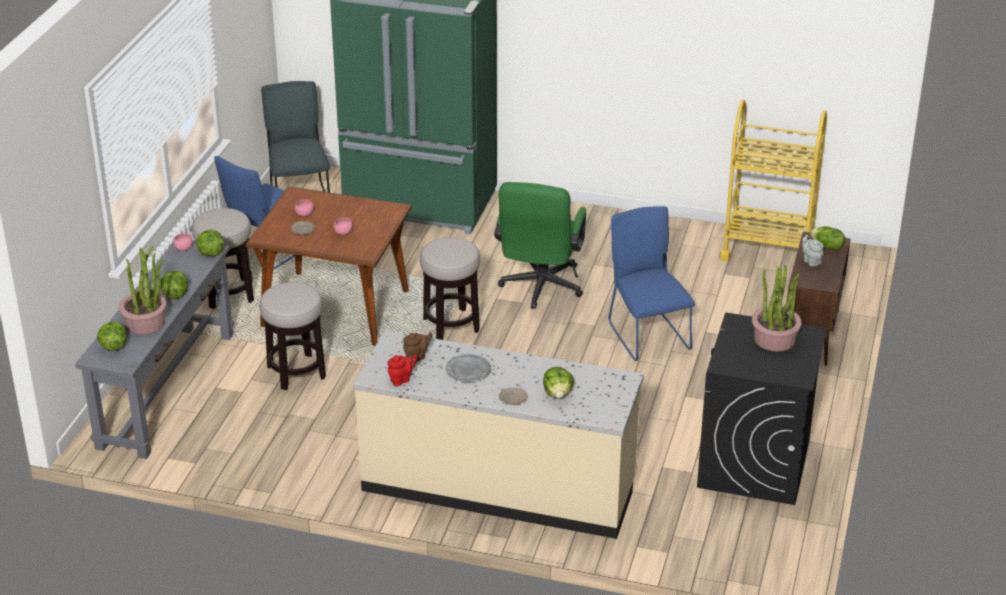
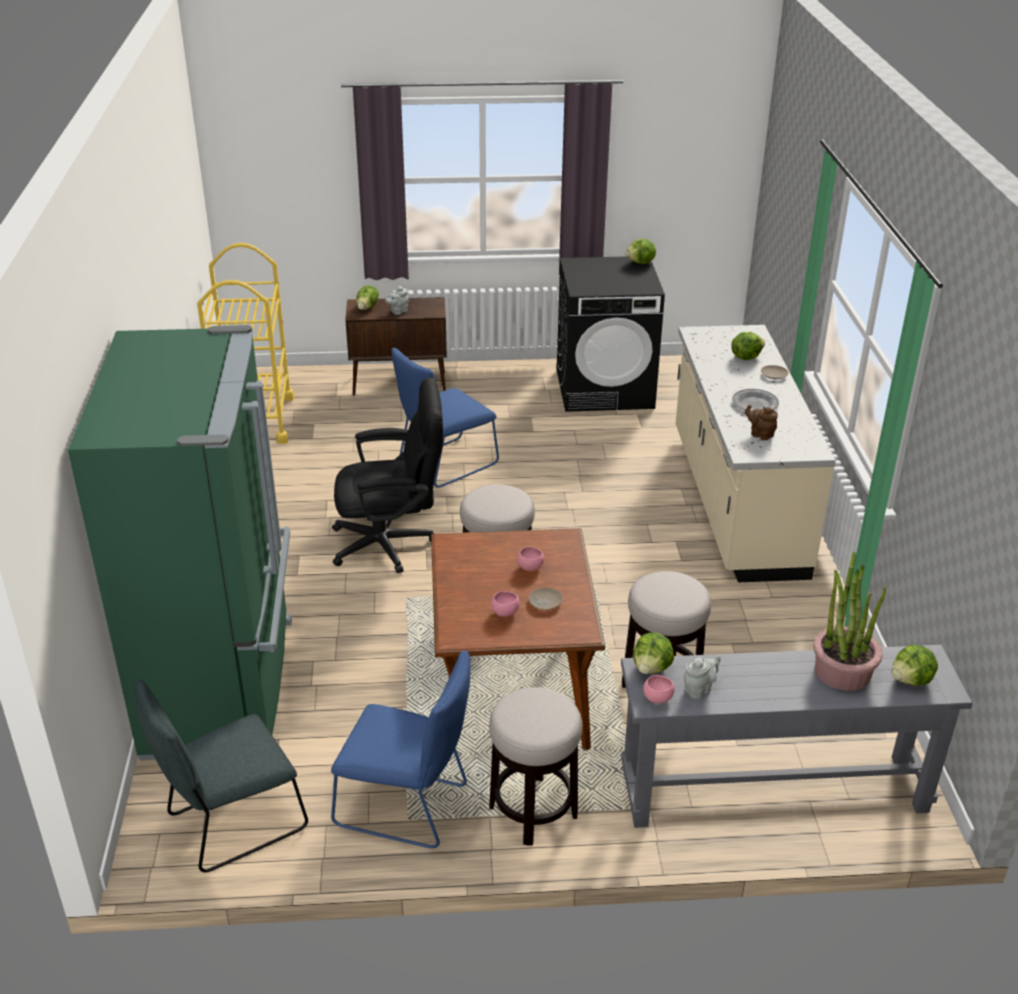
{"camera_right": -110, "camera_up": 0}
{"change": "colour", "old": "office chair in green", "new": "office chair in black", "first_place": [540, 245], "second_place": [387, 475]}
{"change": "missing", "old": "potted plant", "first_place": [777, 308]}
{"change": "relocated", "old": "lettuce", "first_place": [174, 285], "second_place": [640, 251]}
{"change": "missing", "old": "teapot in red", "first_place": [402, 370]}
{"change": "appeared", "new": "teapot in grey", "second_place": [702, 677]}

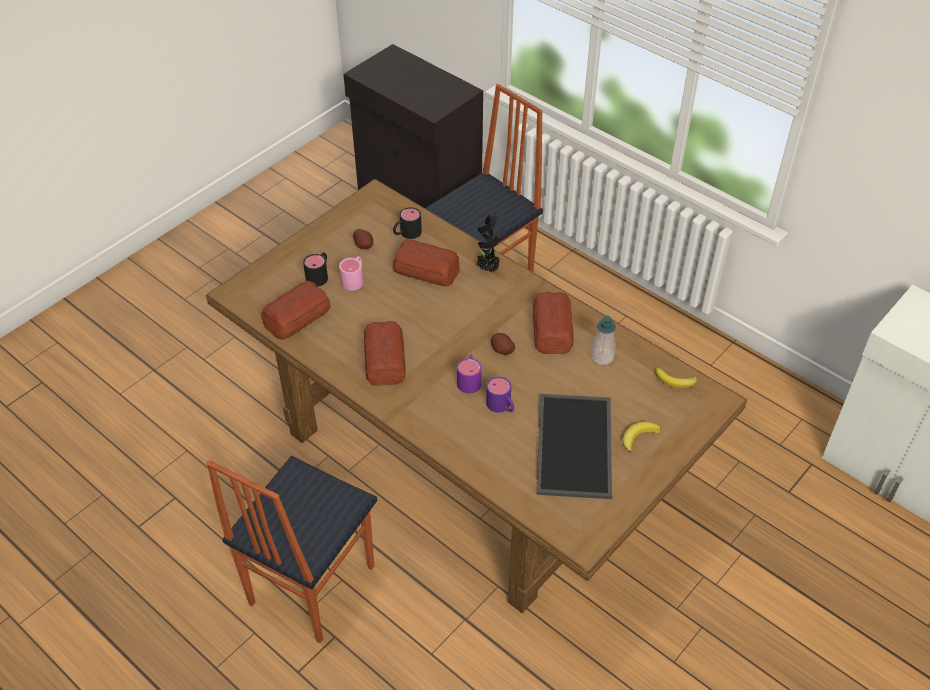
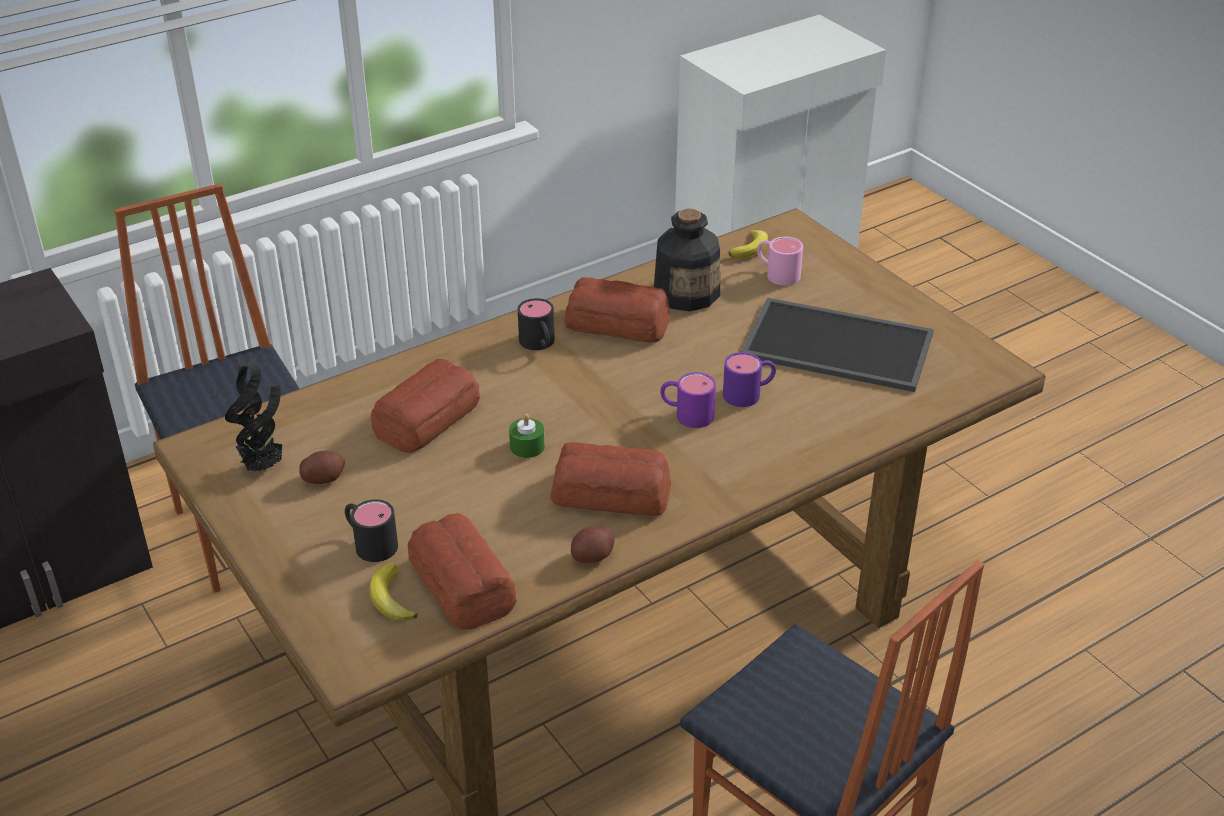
{"camera_right": -75, "camera_up": -10}
{"change": "relocated", "old": "mug in black", "first_place": [407, 223], "second_place": [536, 324]}
{"change": "relocated", "old": "potted plant", "first_place": [488, 242], "second_place": [253, 414]}
{"change": "relocated", "old": "mug in pink", "first_place": [351, 273], "second_place": [780, 261]}
{"change": "exchanged", "old": "soap dispenser", "new": "bottle", "first_place": [603, 340], "second_place": [687, 259]}
{"change": "relocated", "old": "potato", "first_place": [503, 344], "second_place": [593, 544]}
{"change": "relocated", "old": "banana", "first_place": [642, 437], "second_place": [394, 592]}
{"change": "appeared", "new": "candle in green", "second_place": [527, 436]}

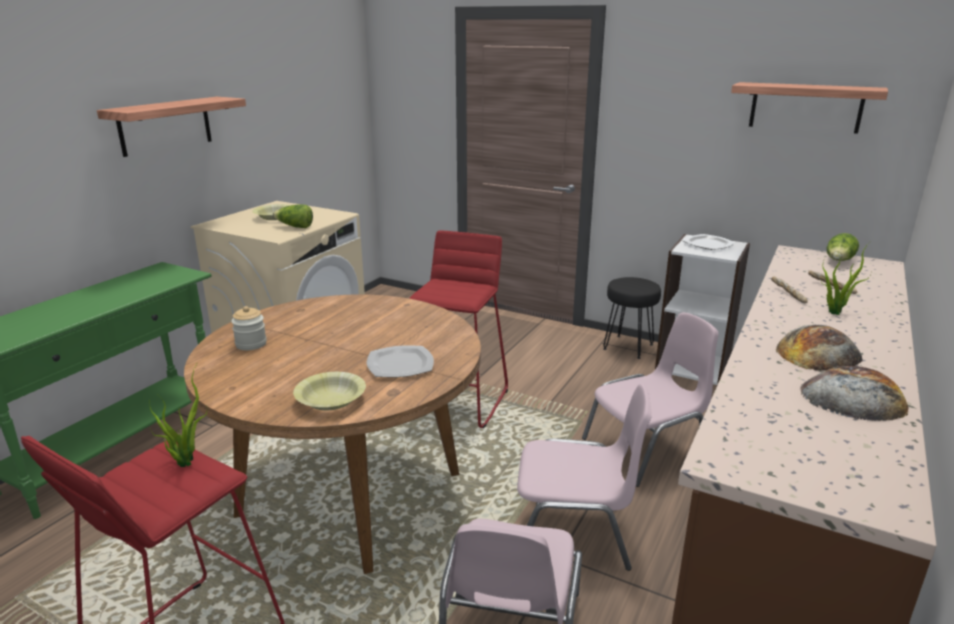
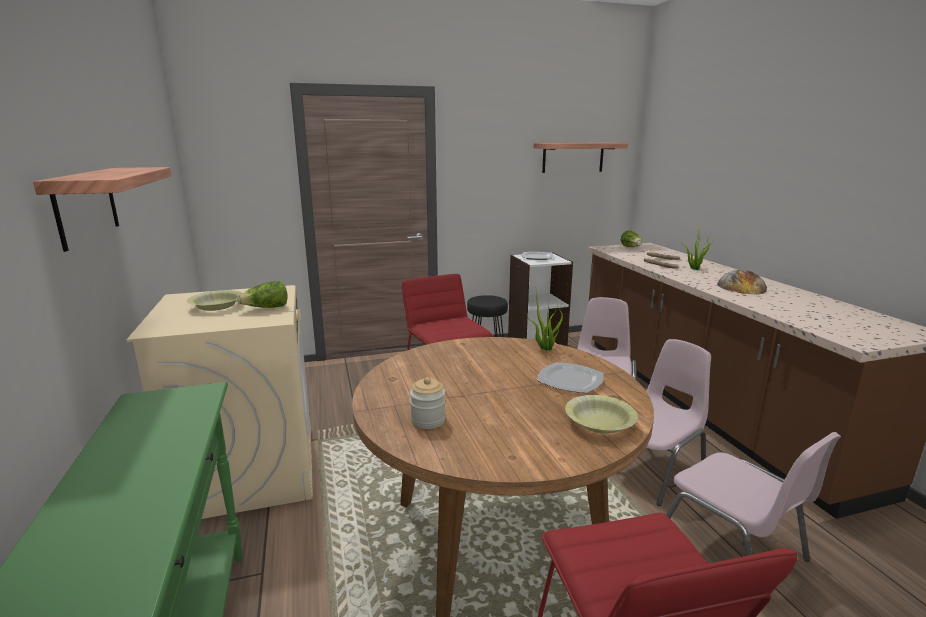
{"camera_right": -45, "camera_up": -5}
{"change": "relocated", "old": "potted plant", "first_place": [178, 415], "second_place": [545, 318]}
{"change": "missing", "old": "bread", "first_place": [854, 393]}

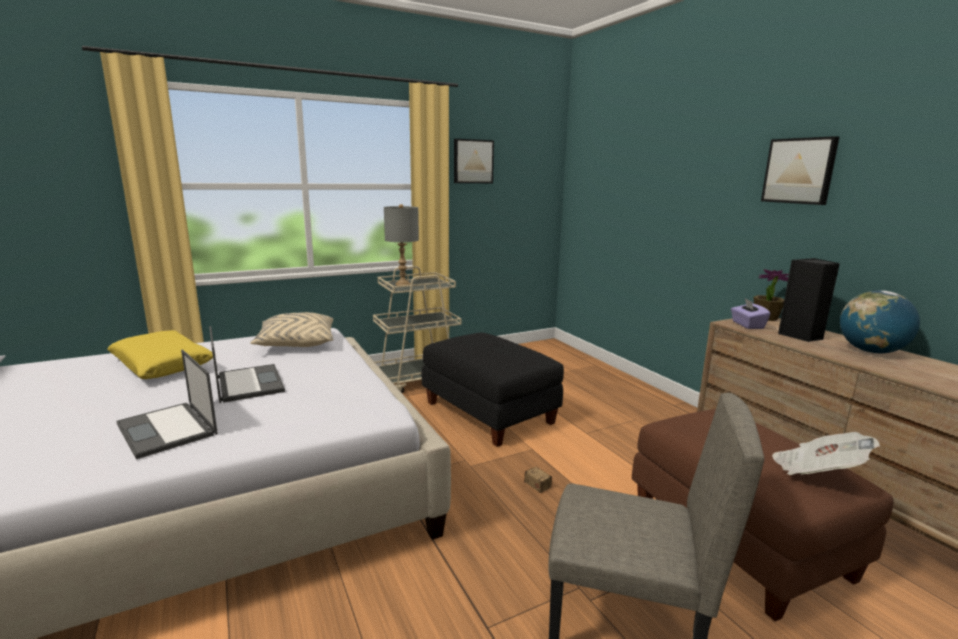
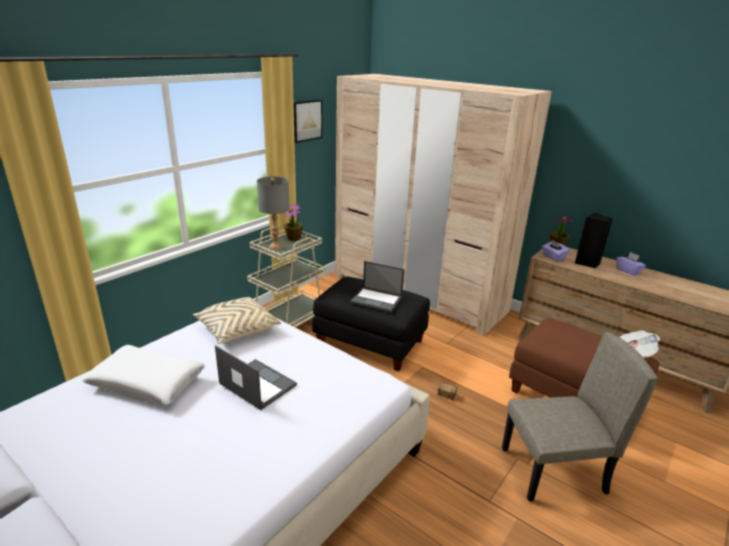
{"camera_right": -25, "camera_up": 10}
{"change": "missing", "old": "picture", "first_place": [800, 170]}
{"change": "exchanged", "old": "globe", "new": "tissue box in purple", "first_place": [880, 322], "second_place": [631, 264]}
{"change": "colour", "old": "pillow in yellow", "new": "pillow in white", "first_place": [160, 354], "second_place": [143, 375]}
{"change": "relocated", "old": "laptop", "first_place": [167, 404], "second_place": [377, 286]}
{"change": "appeared", "new": "wardrobe in beige", "second_place": [443, 204]}
{"change": "appeared", "new": "potted plant", "second_place": [293, 222]}

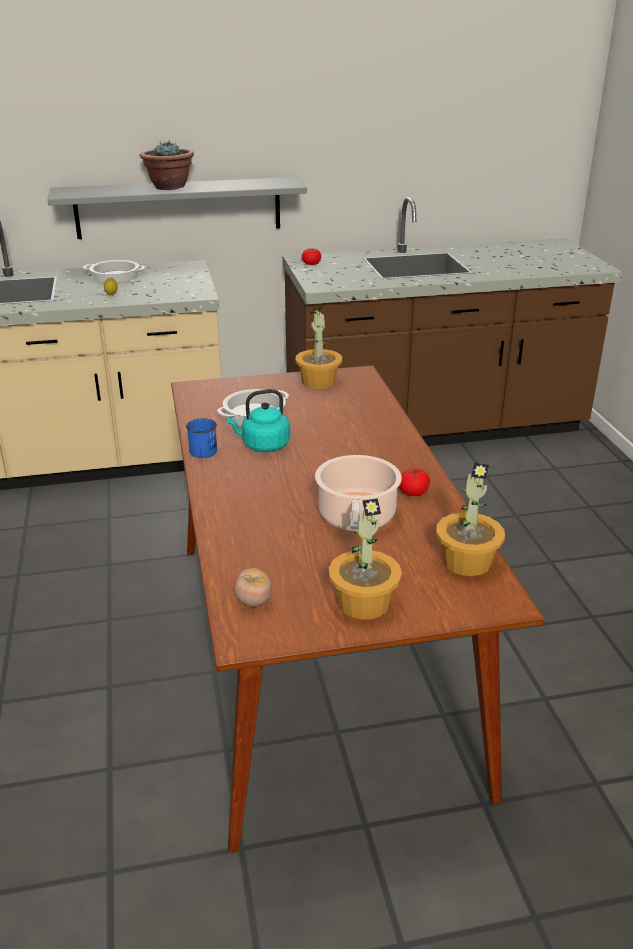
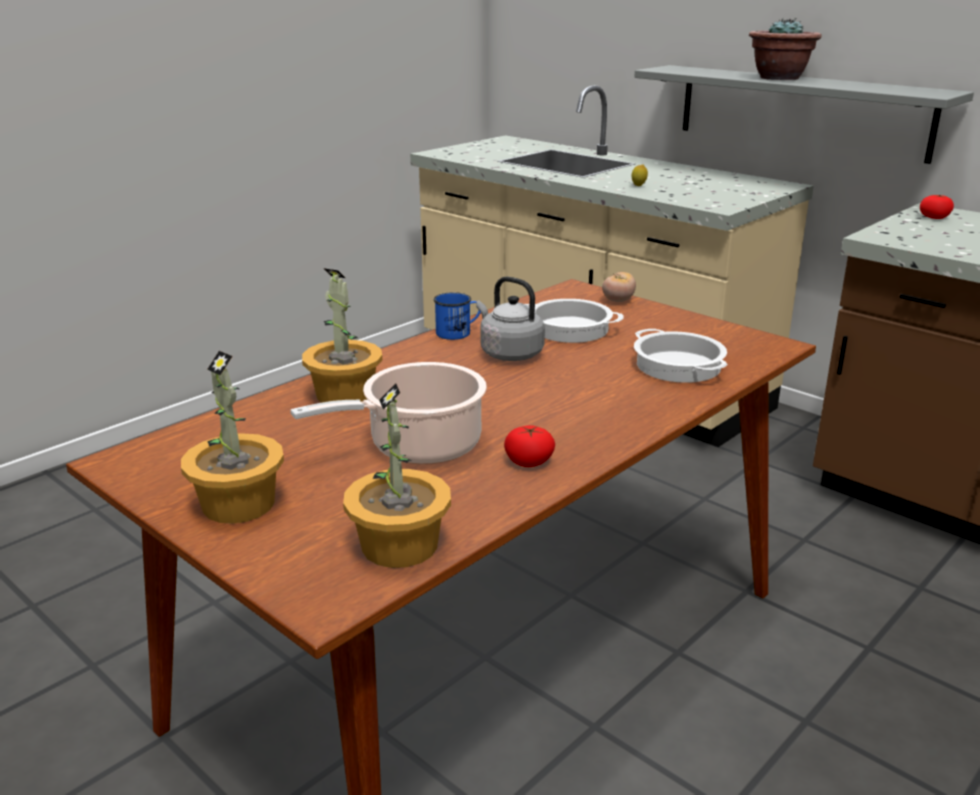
{"camera_right": 55, "camera_up": -5}
{"change": "relocated", "old": "cooking pot", "first_place": [114, 271], "second_place": [681, 356]}
{"change": "relocated", "old": "potted plant", "first_place": [318, 348], "second_place": [342, 335]}
{"change": "colour", "old": "kettle in turquoise", "new": "kettle in grey", "first_place": [258, 420], "second_place": [510, 318]}
{"change": "relocated", "old": "tomato", "first_place": [253, 587], "second_place": [619, 287]}

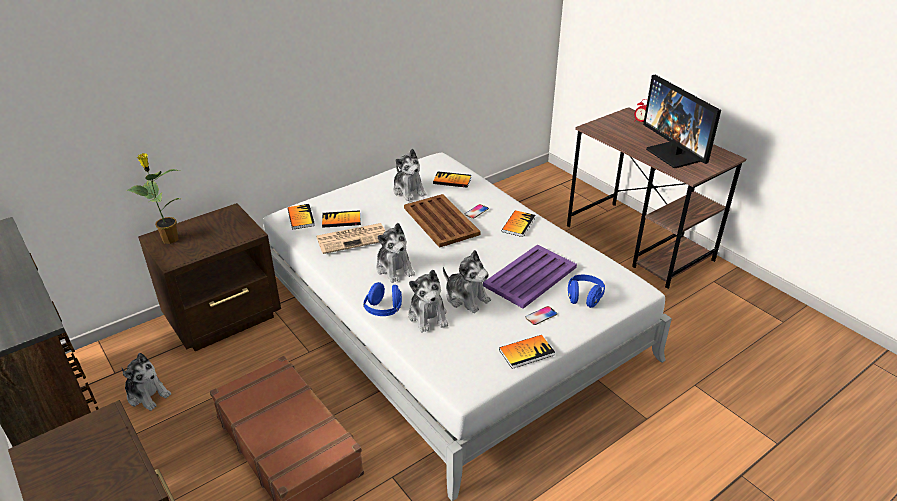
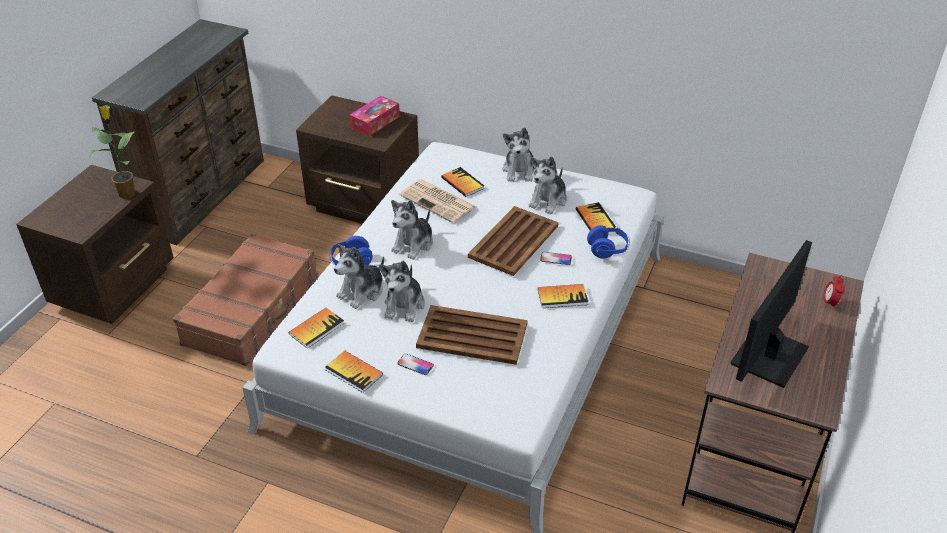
{"camera_right": 60, "camera_up": 5}
{"change": "relocated", "old": "potted plant", "first_place": [153, 198], "second_place": [112, 152]}
{"change": "relocated", "old": "book", "first_place": [301, 216], "second_place": [317, 328]}
{"change": "colour", "old": "tray in purple", "new": "tray in brown", "first_place": [530, 277], "second_place": [472, 335]}
{"change": "relocated", "old": "headphones in blue", "first_place": [586, 291], "second_place": [608, 242]}
{"change": "relocated", "old": "plush toy", "first_place": [146, 382], "second_place": [518, 154]}
{"change": "appeared", "new": "tissue box", "second_place": [374, 116]}

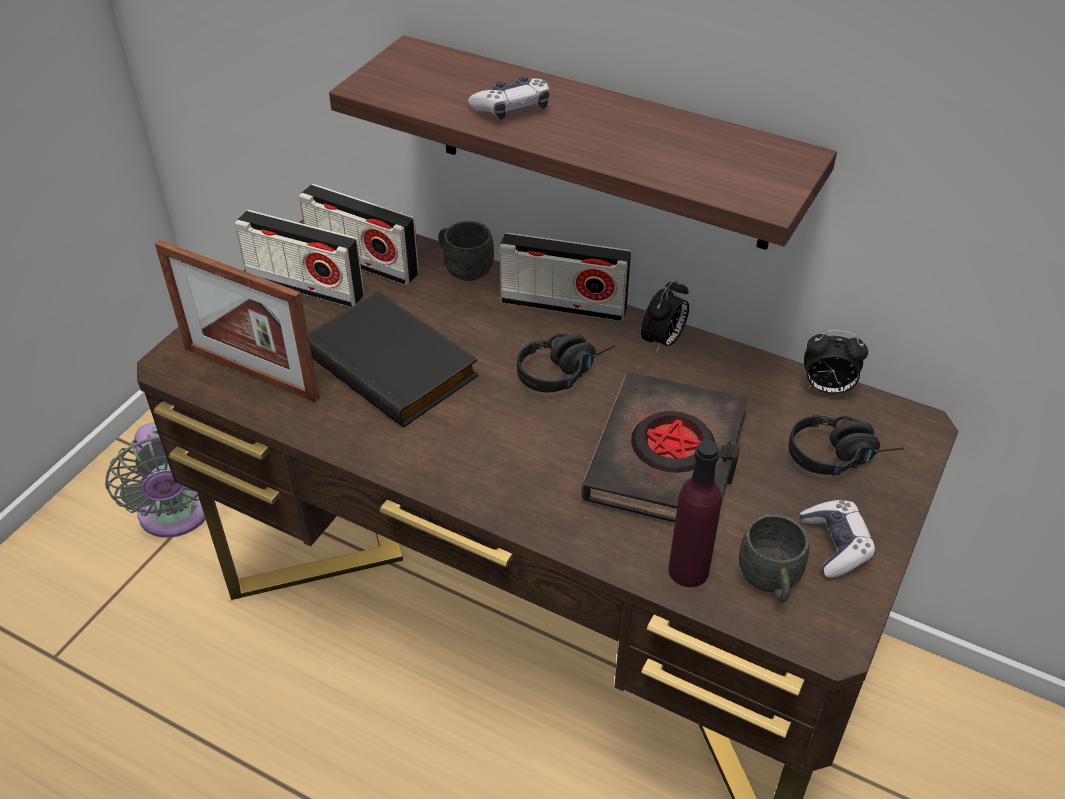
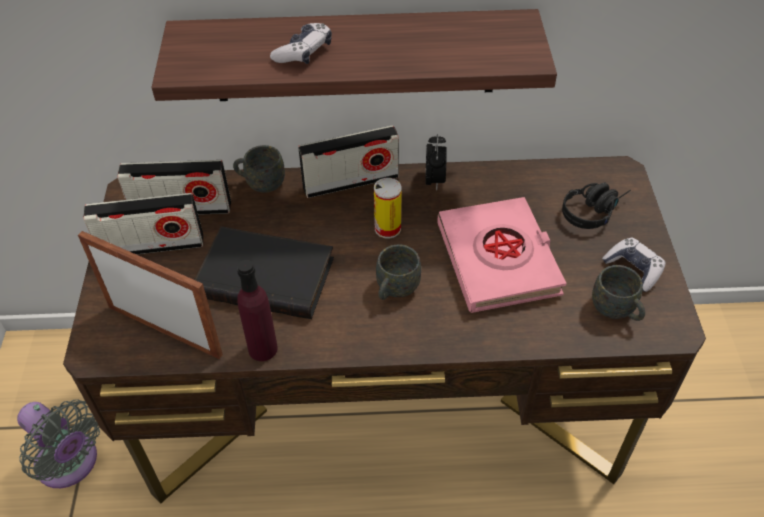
{"camera_right": -30, "camera_up": 5}
{"change": "spun", "old": "picture frame", "first_place": [237, 321], "second_place": [150, 295], "degrees": -150}
{"change": "missing", "old": "alarm clock", "first_place": [836, 362]}
{"change": "exchanged", "old": "headphones in black", "new": "can", "first_place": [566, 363], "second_place": [388, 208]}
{"change": "colour", "old": "book in black", "new": "book in pink", "first_place": [664, 447], "second_place": [501, 255]}
{"change": "relocated", "old": "bottle in purple", "first_place": [694, 513], "second_place": [257, 310]}
{"change": "appeared", "new": "mug in grey", "second_place": [398, 272]}

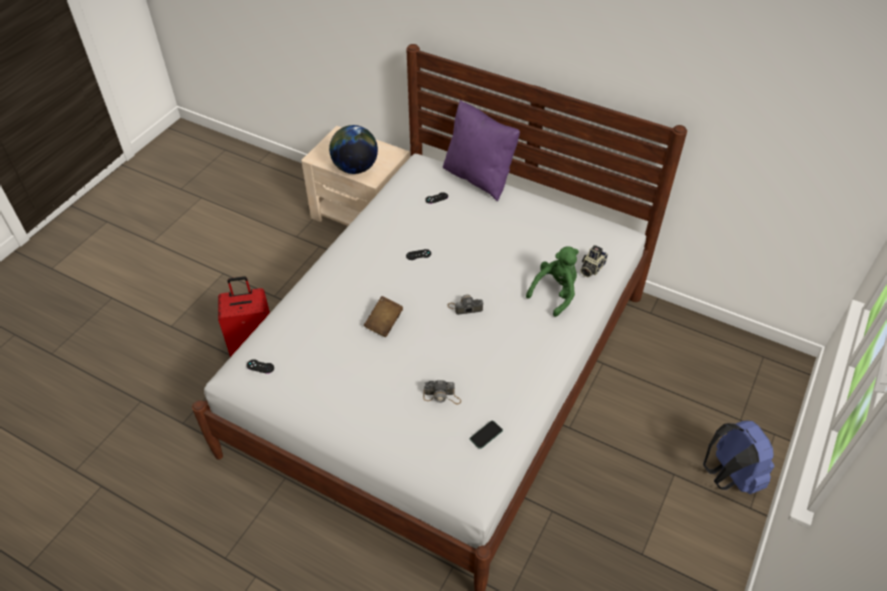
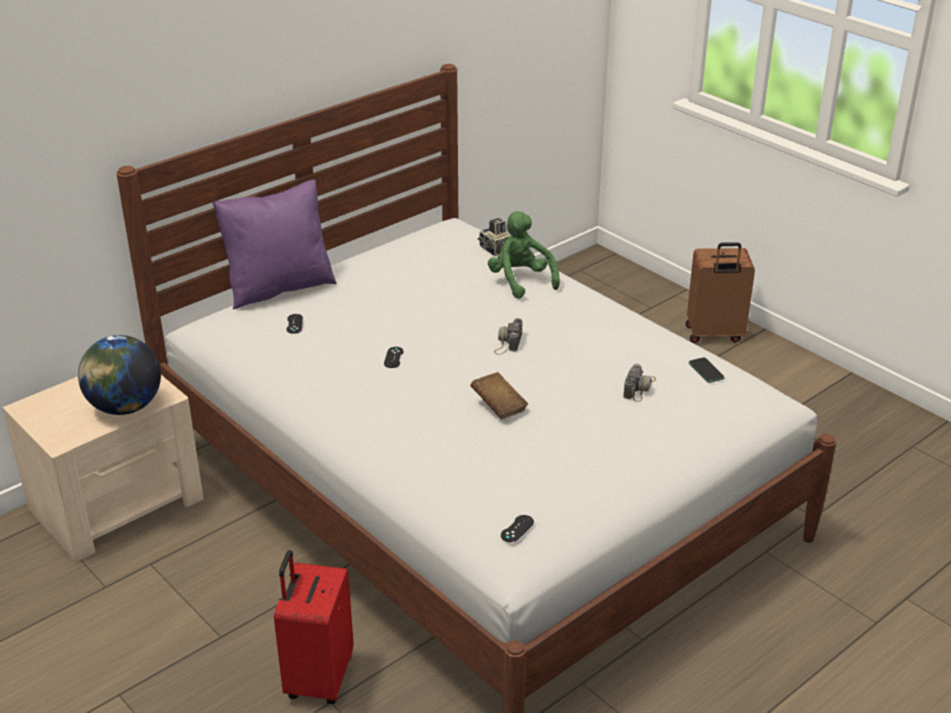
{"camera_right": -70, "camera_up": -15}
{"change": "exchanged", "old": "backpack in blue", "new": "suitcase in brown", "first_place": [738, 457], "second_place": [720, 292]}

